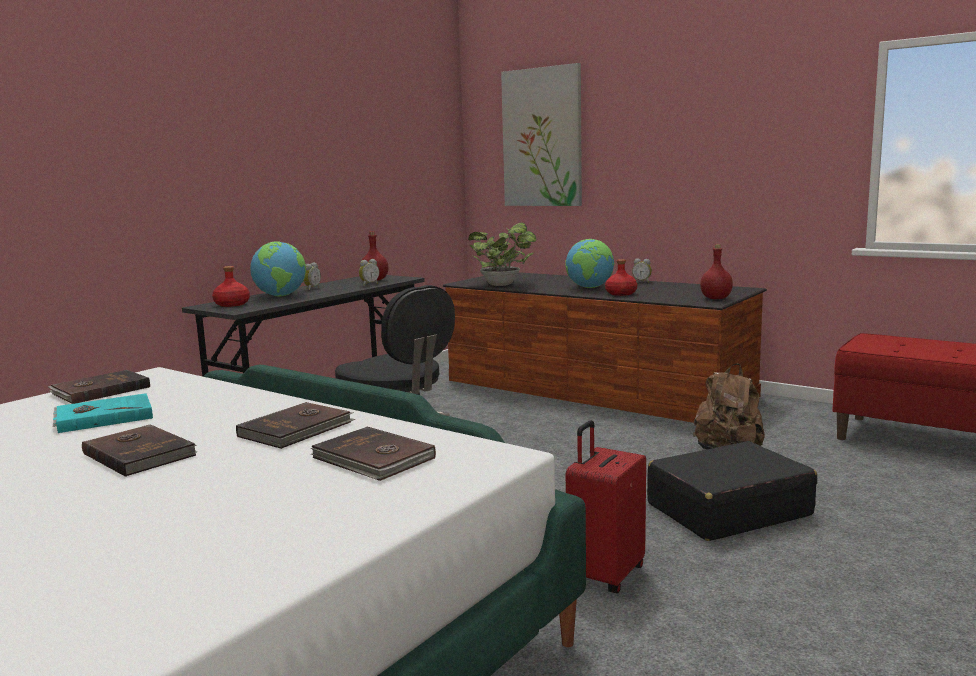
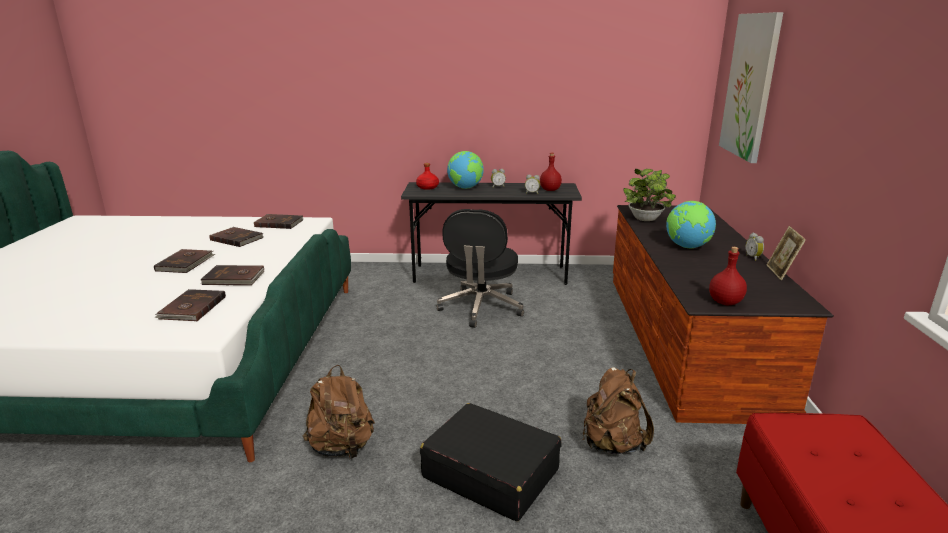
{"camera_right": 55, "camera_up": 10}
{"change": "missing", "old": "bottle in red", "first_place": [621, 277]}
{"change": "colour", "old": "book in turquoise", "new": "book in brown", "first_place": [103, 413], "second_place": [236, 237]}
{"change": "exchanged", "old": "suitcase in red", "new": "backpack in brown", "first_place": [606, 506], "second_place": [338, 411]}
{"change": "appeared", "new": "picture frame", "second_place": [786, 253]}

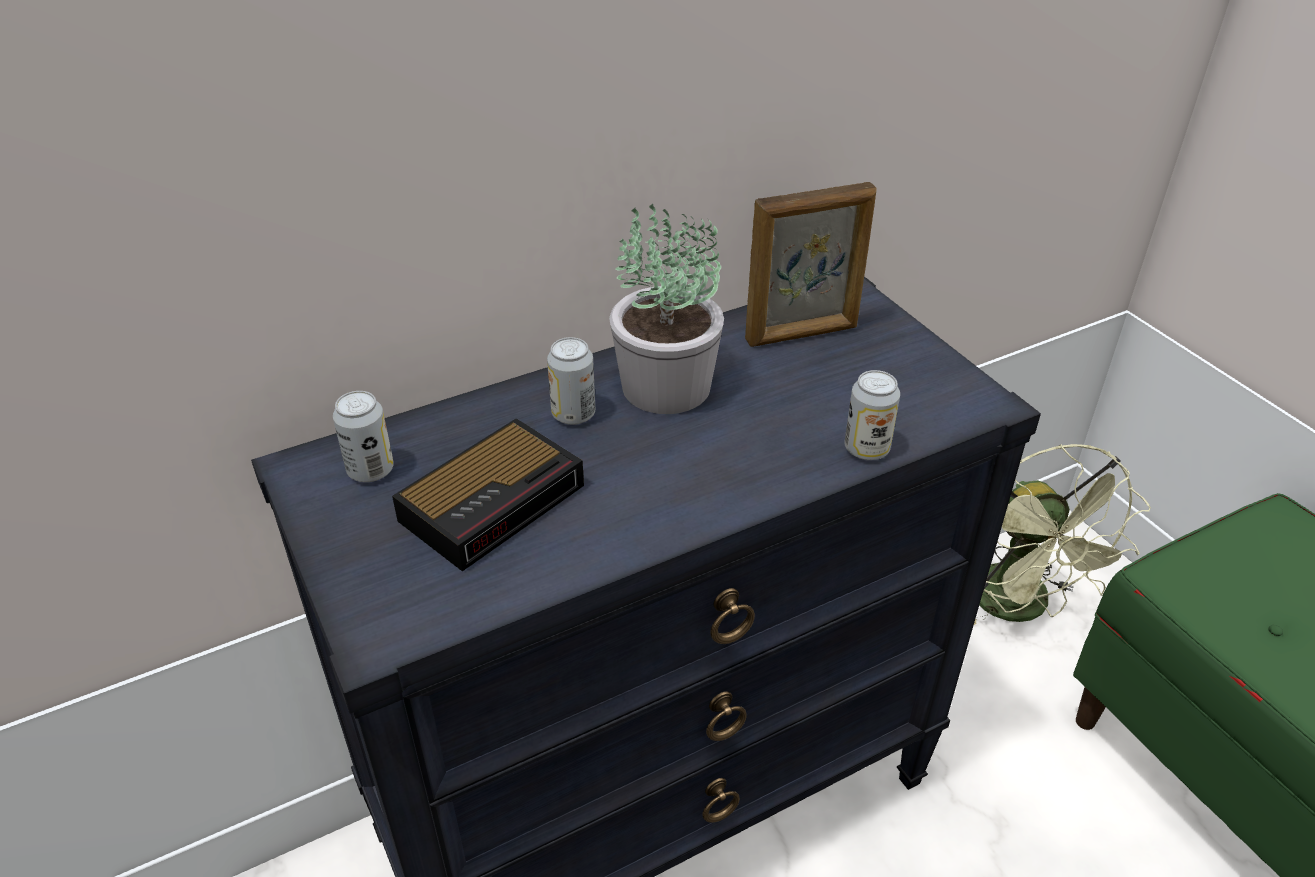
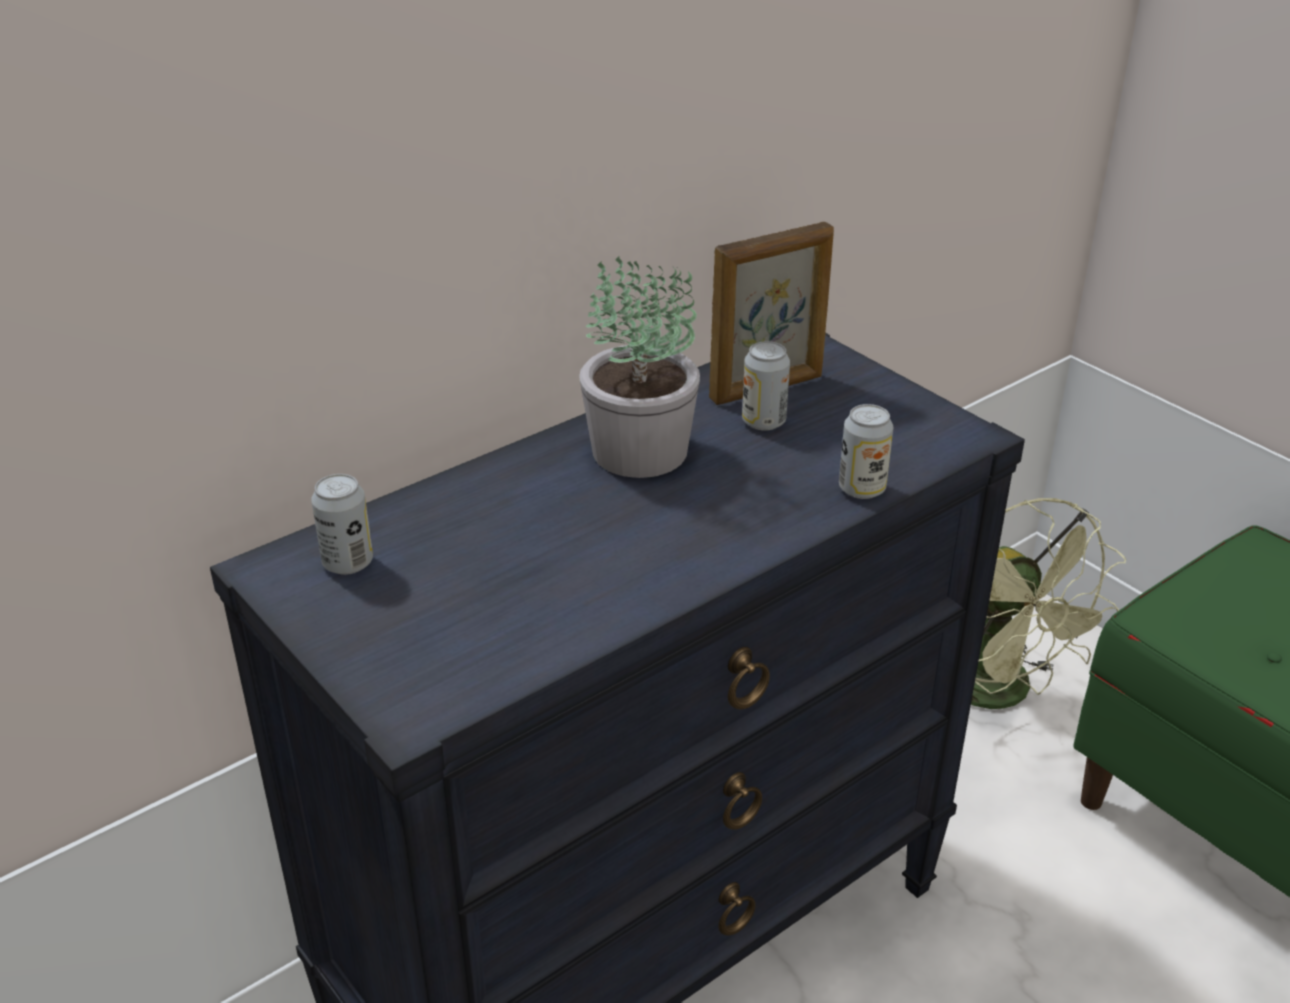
{"camera_right": -10, "camera_up": -5}
{"change": "relocated", "old": "can", "first_place": [571, 381], "second_place": [766, 386]}
{"change": "missing", "old": "alarm clock", "first_place": [488, 494]}

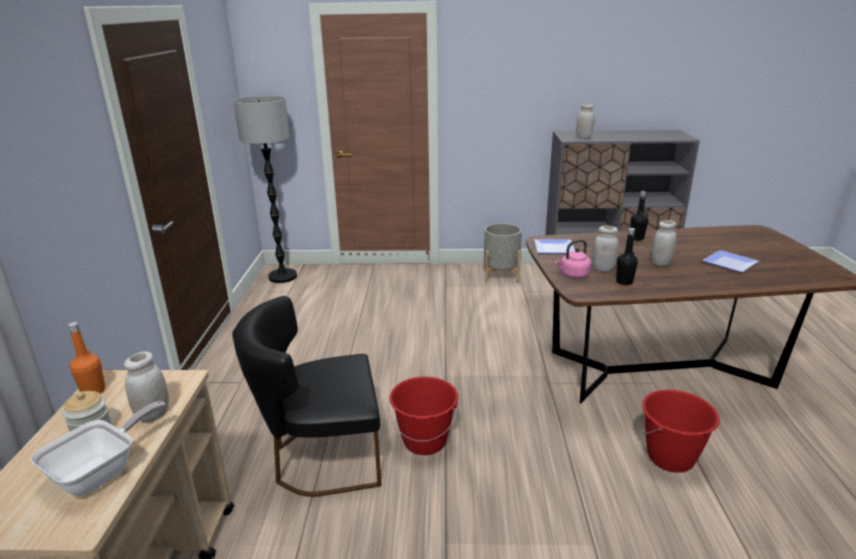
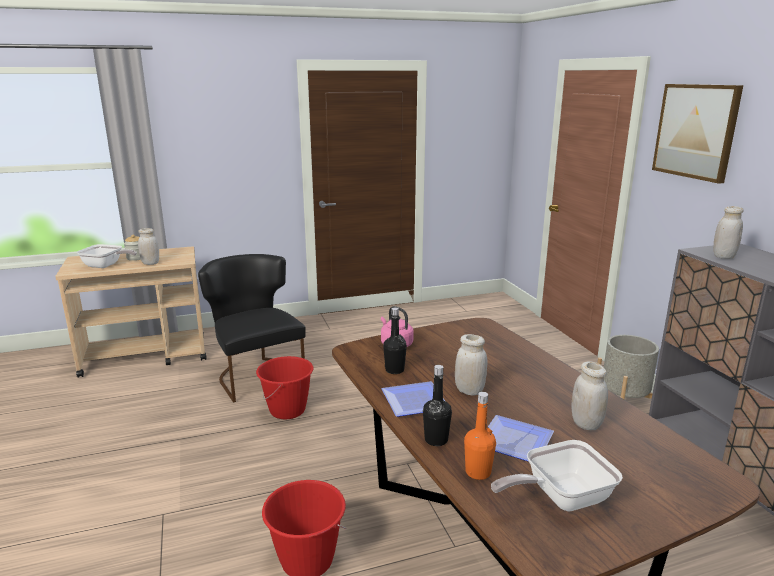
{"camera_right": 70, "camera_up": -5}
{"change": "missing", "old": "floor lamp", "first_place": [265, 189]}
{"change": "relocated", "old": "bottle in black", "first_place": [639, 216], "second_place": [437, 405]}
{"change": "relocated", "old": "jar in white", "first_place": [605, 249], "second_place": [589, 396]}
{"change": "relocated", "old": "plate", "first_place": [554, 246], "second_place": [413, 399]}
{"change": "relocated", "old": "bottle in orange", "first_place": [86, 358], "second_place": [480, 436]}
{"change": "appeared", "new": "picture", "second_place": [697, 134]}
{"change": "appeared", "new": "frying pan", "second_place": [557, 475]}

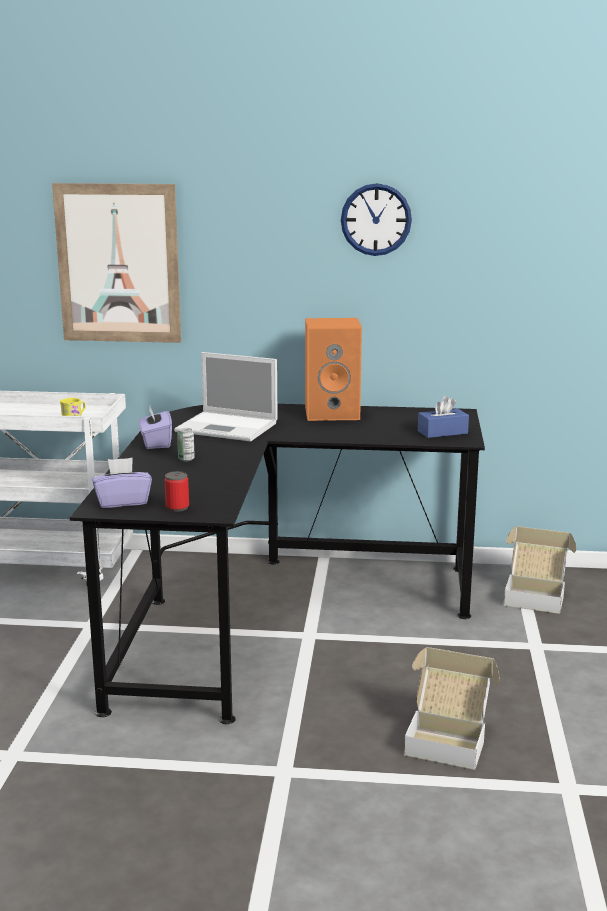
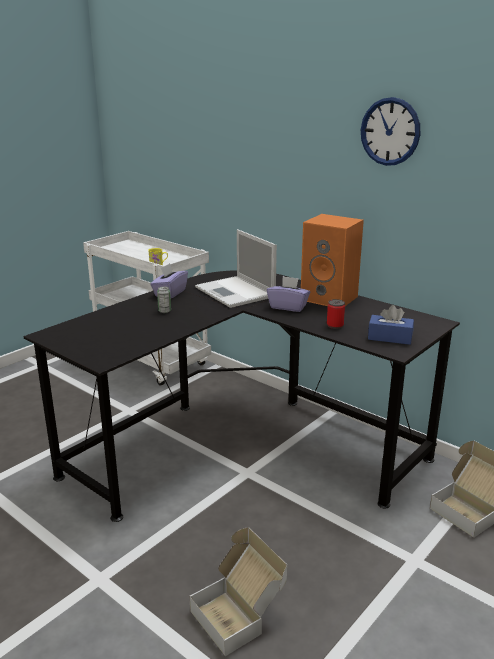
{"camera_right": 35, "camera_up": 5}
{"change": "missing", "old": "picture", "first_place": [116, 263]}
{"change": "relocated", "old": "tissue box in purple", "first_place": [122, 483], "second_place": [288, 294]}
{"change": "relocated", "old": "can", "first_place": [177, 491], "second_place": [336, 314]}

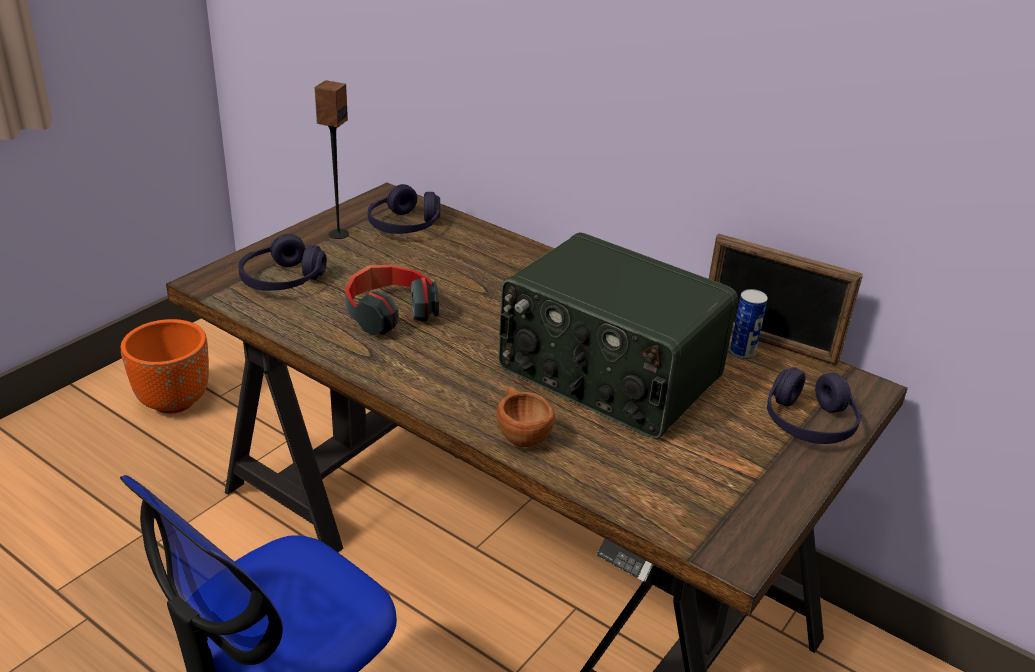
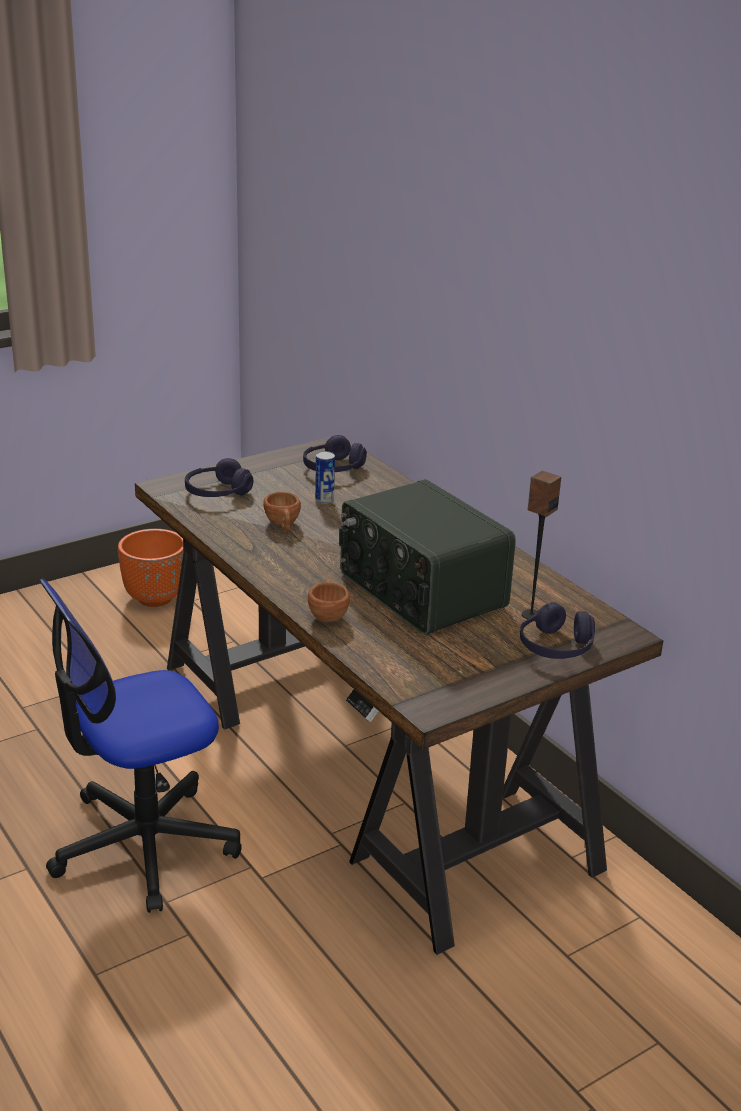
{"camera_right": 20, "camera_up": -5}
{"change": "relocated", "old": "speaker", "first_place": [332, 159], "second_place": [541, 545]}
{"change": "missing", "old": "picture frame", "first_place": [786, 300]}
{"change": "exchanged", "old": "headphones", "new": "cup in brown", "first_place": [392, 300], "second_place": [282, 511]}
{"change": "relocated", "old": "can", "first_place": [749, 324], "second_place": [325, 477]}

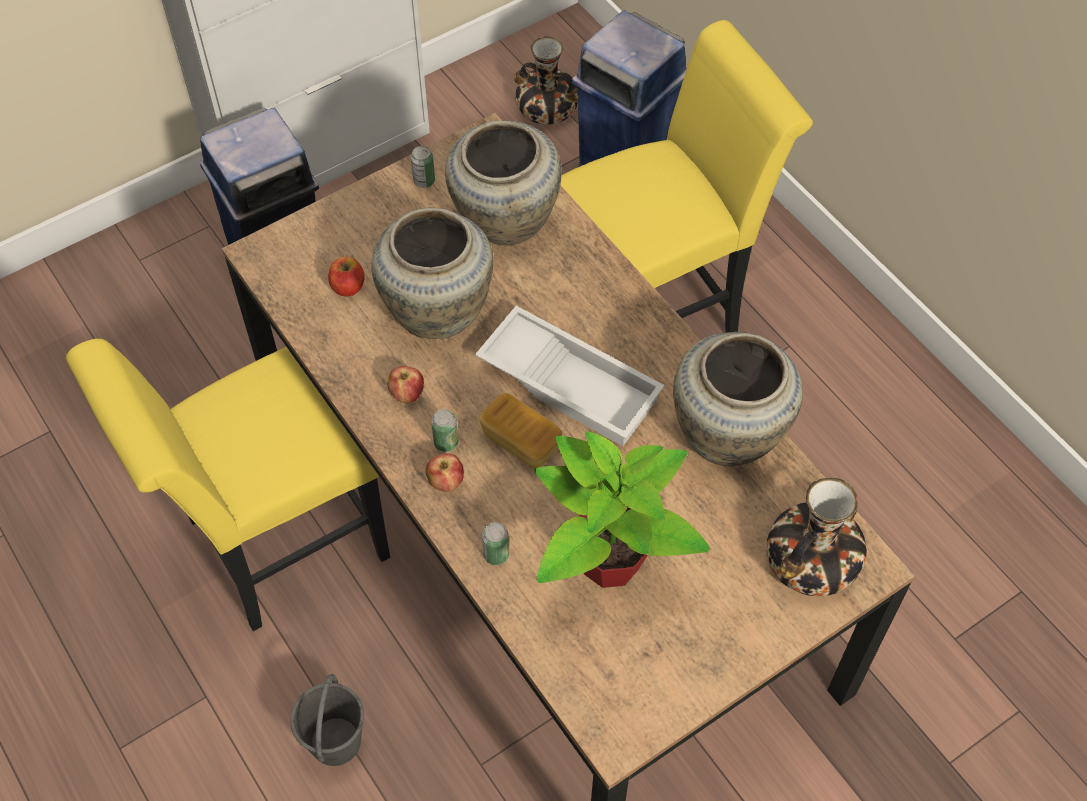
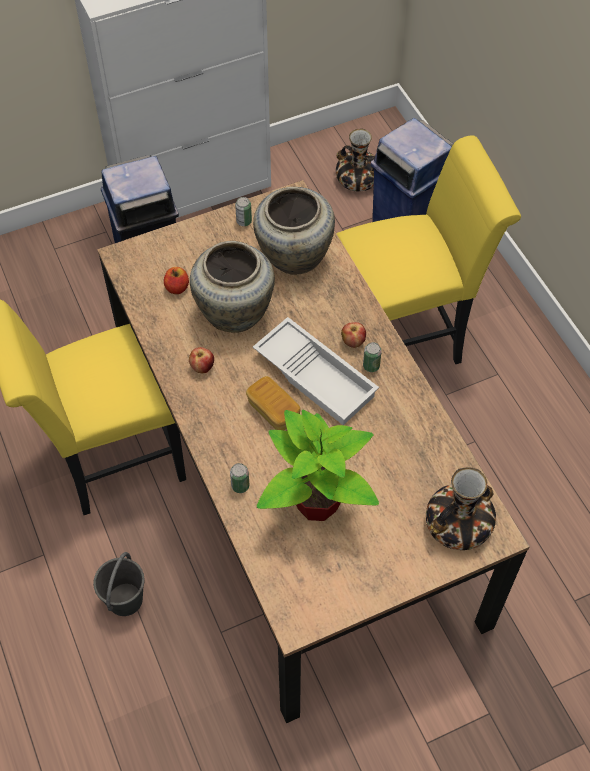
{"camera_right": 10, "camera_up": 0}
{"change": "missing", "old": "vase in beige", "first_place": [738, 399]}
{"change": "relocated", "old": "can", "first_place": [445, 430], "second_place": [372, 357]}
{"change": "relocated", "old": "apple", "first_place": [445, 472], "second_place": [353, 335]}

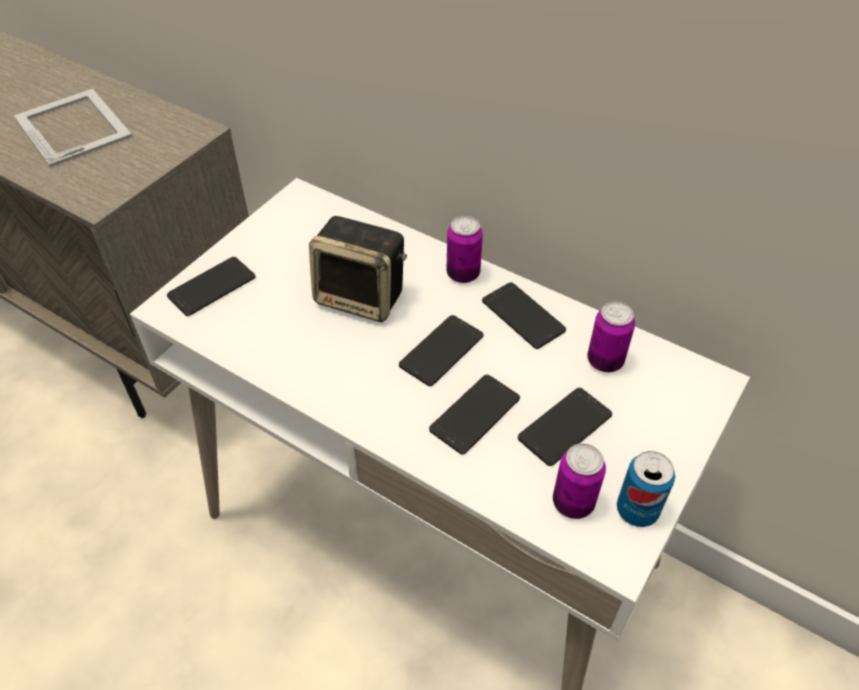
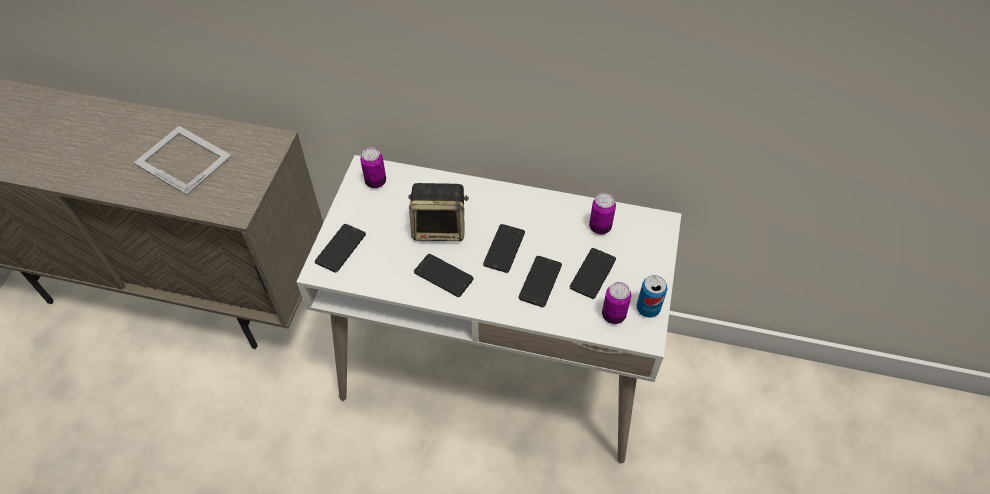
{"camera_right": -20, "camera_up": 5}
{"change": "relocated", "old": "can", "first_place": [465, 249], "second_place": [373, 167]}
{"change": "relocated", "old": "phone", "first_place": [524, 315], "second_place": [444, 275]}

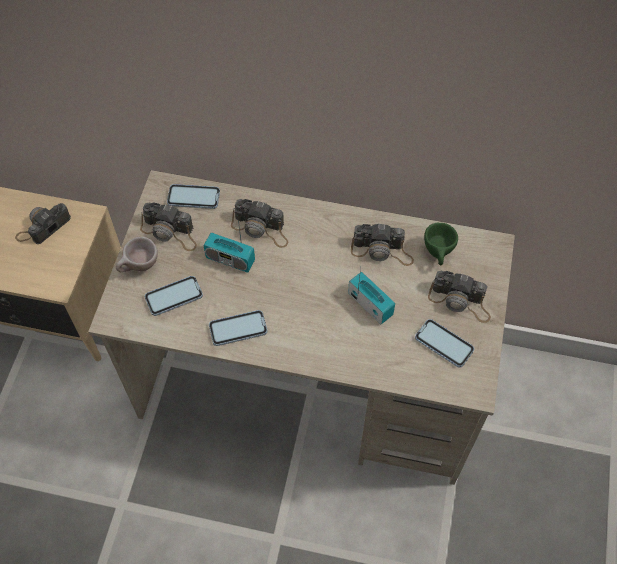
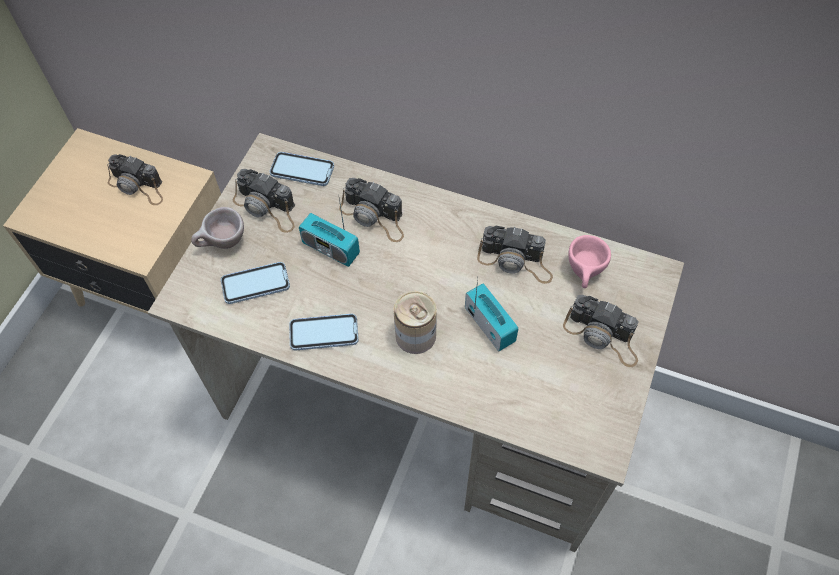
{"camera_right": 10, "camera_up": 0}
{"change": "spun", "old": "photo camera", "first_place": [43, 223], "second_place": [135, 179], "degrees": -120}
{"change": "colour", "old": "cup in green", "new": "cup in pink", "first_place": [441, 244], "second_place": [589, 261]}
{"change": "missing", "old": "phone", "first_place": [444, 343]}
{"change": "appeared", "new": "can", "second_place": [415, 322]}

